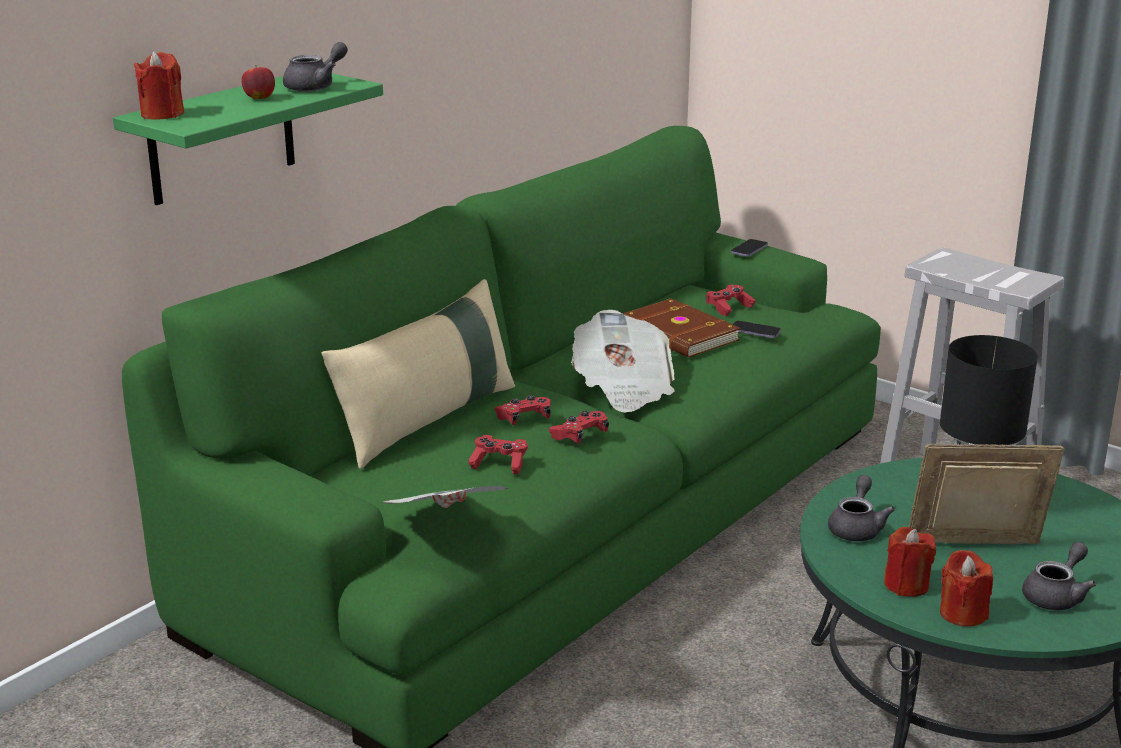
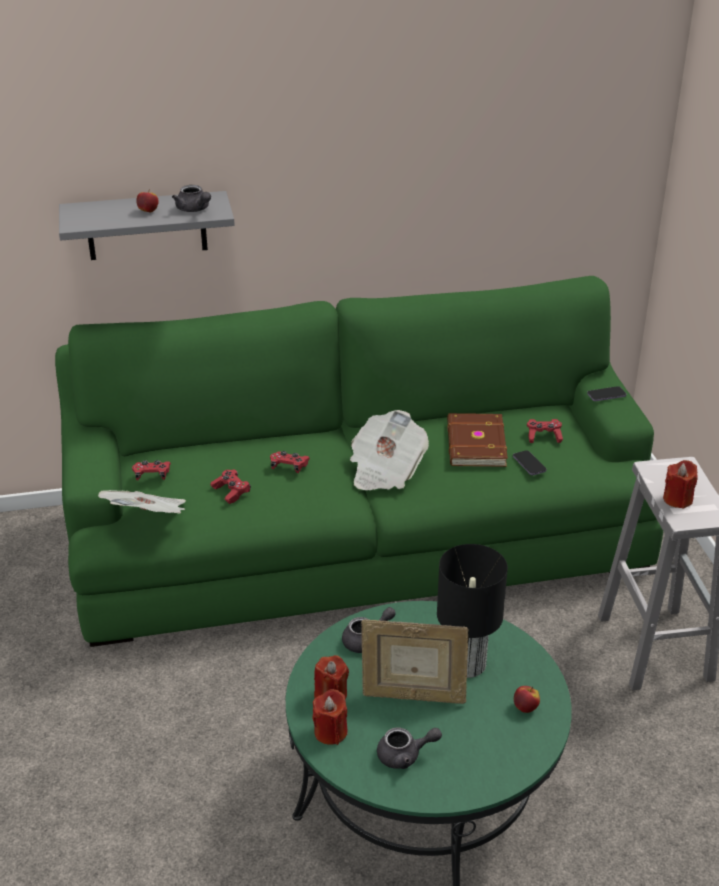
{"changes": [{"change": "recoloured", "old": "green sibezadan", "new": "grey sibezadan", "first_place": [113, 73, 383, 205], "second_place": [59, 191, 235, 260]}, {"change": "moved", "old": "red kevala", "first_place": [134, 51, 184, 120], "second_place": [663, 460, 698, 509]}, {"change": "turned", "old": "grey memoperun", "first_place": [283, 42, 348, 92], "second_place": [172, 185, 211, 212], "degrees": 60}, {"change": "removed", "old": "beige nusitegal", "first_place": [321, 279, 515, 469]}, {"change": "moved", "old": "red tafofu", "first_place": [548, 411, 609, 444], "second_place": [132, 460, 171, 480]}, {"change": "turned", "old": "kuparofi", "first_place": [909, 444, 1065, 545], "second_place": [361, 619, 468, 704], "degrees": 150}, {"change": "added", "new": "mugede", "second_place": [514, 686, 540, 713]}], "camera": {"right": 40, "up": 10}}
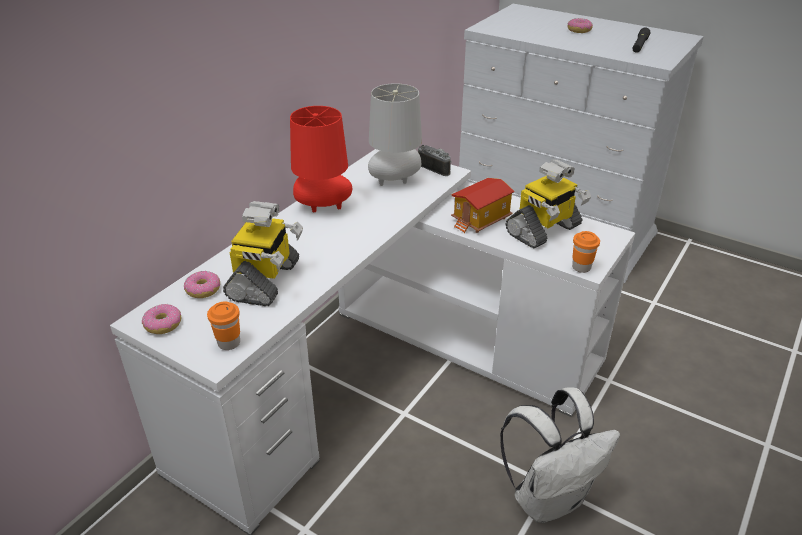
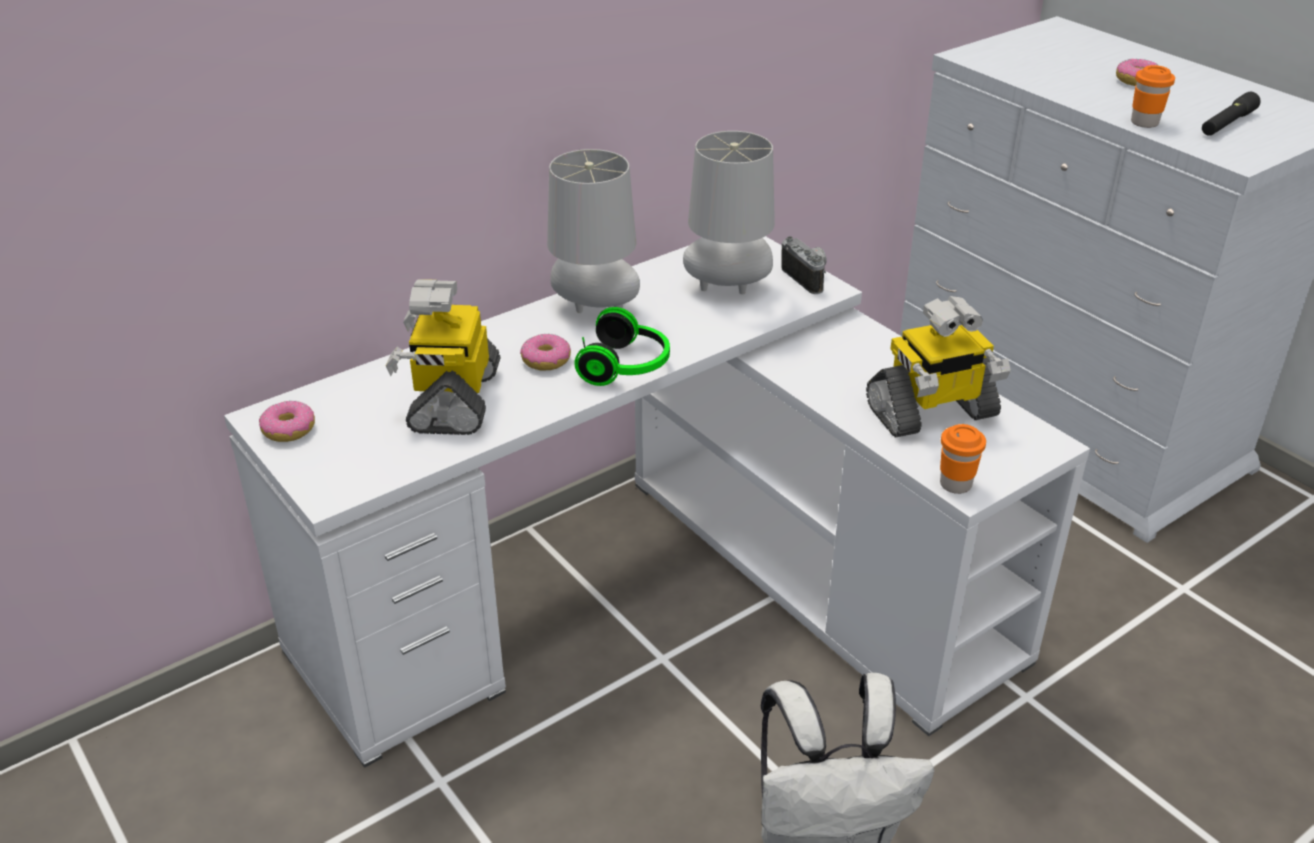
{"changes": [{"change": "moved", "old": "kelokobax", "first_place": [184, 270, 220, 298], "second_place": [520, 334, 571, 371]}, {"change": "moved", "old": "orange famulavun", "first_place": [207, 301, 240, 350], "second_place": [1131, 65, 1175, 128]}, {"change": "turned", "old": "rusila", "first_place": [223, 201, 303, 306], "second_place": [386, 279, 500, 435], "degrees": 150}, {"change": "recoloured", "old": "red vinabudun", "new": "grey vinabudun", "first_place": [290, 106, 352, 212], "second_place": [547, 149, 640, 313]}, {"change": "removed", "old": "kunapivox", "first_place": [451, 178, 515, 233]}, {"change": "added", "new": "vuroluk", "second_place": [574, 307, 670, 386]}], "camera": {"right": 20, "up": 0}}
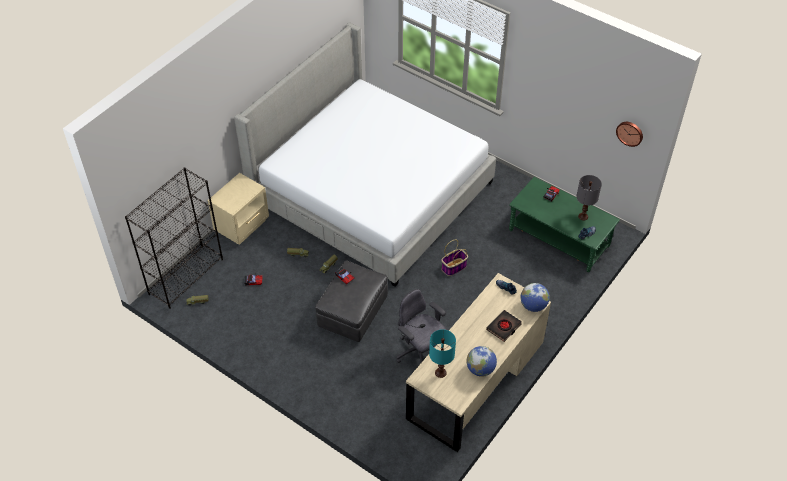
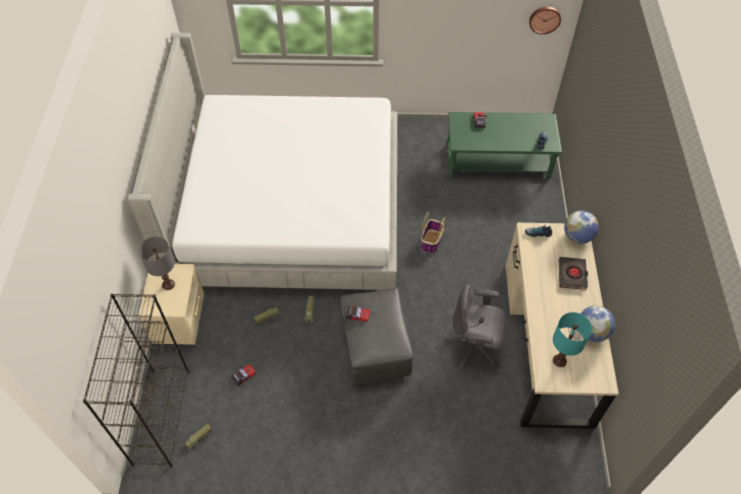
{"changes": [{"change": "moved", "old": "grey vinabudun", "first_place": [576, 175, 602, 221], "second_place": [139, 236, 175, 290]}], "camera": {"right": -35, "up": 5}}
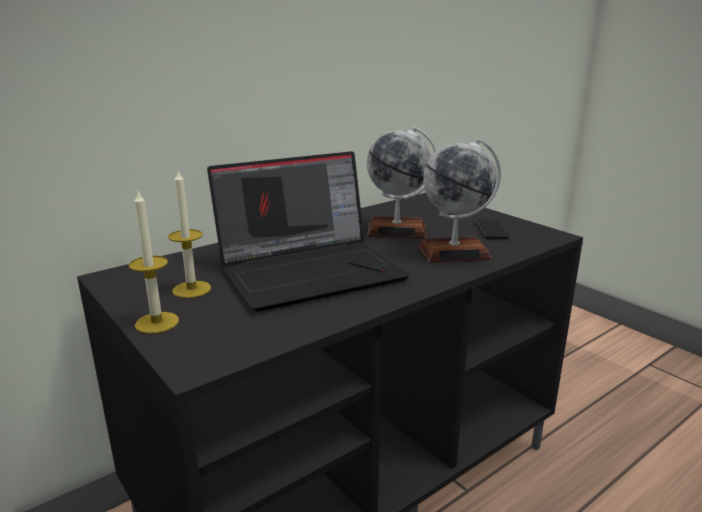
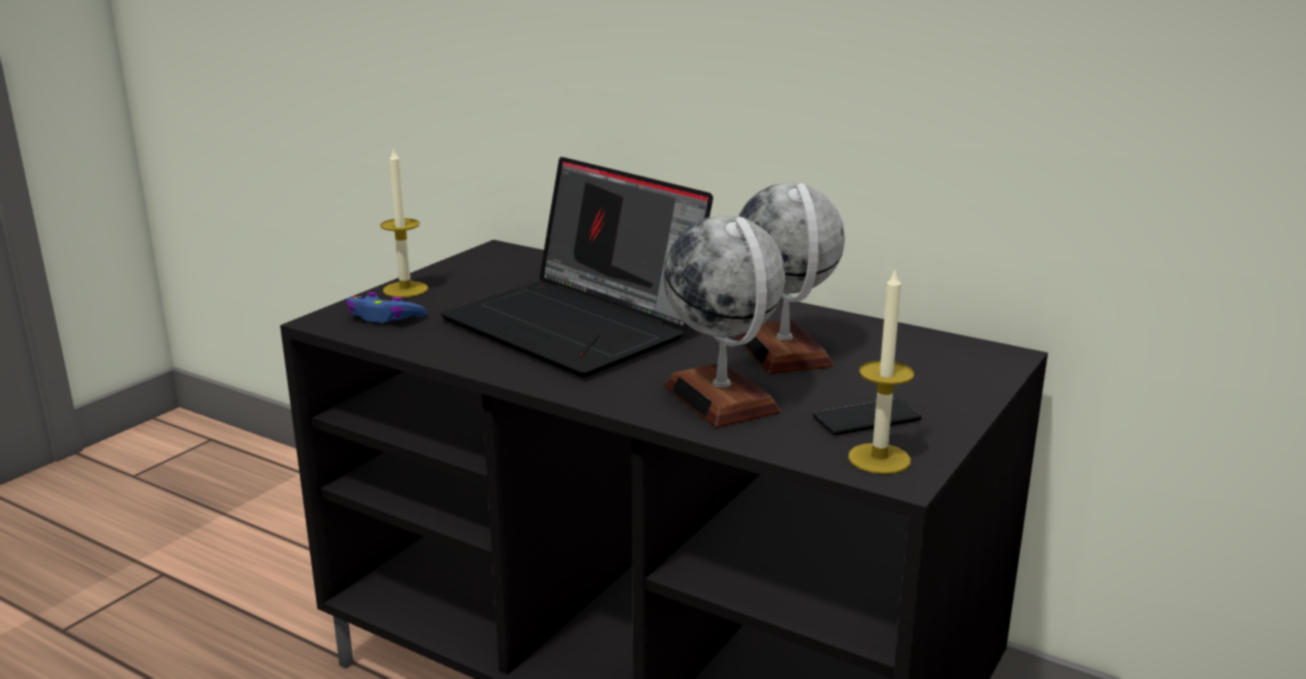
{"changes": [{"change": "moved", "old": "kevala", "first_place": [168, 171, 211, 298], "second_place": [848, 267, 914, 474]}, {"change": "added", "new": "blue tafofu", "second_place": [346, 293, 427, 323]}], "camera": {"right": 70, "up": 0}}
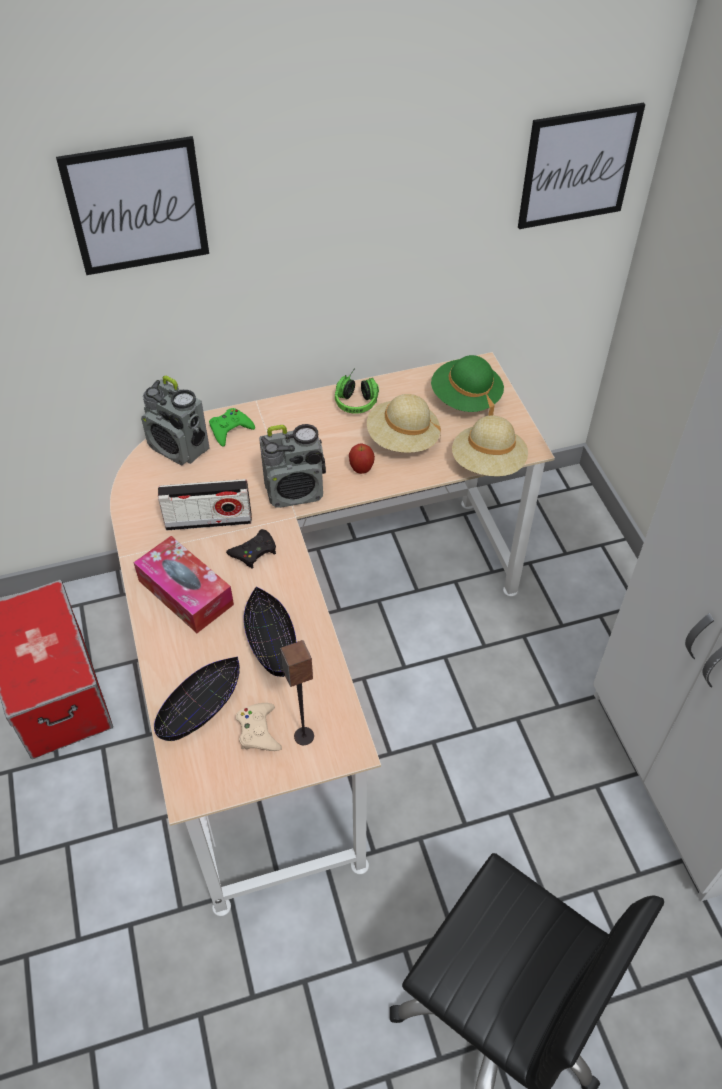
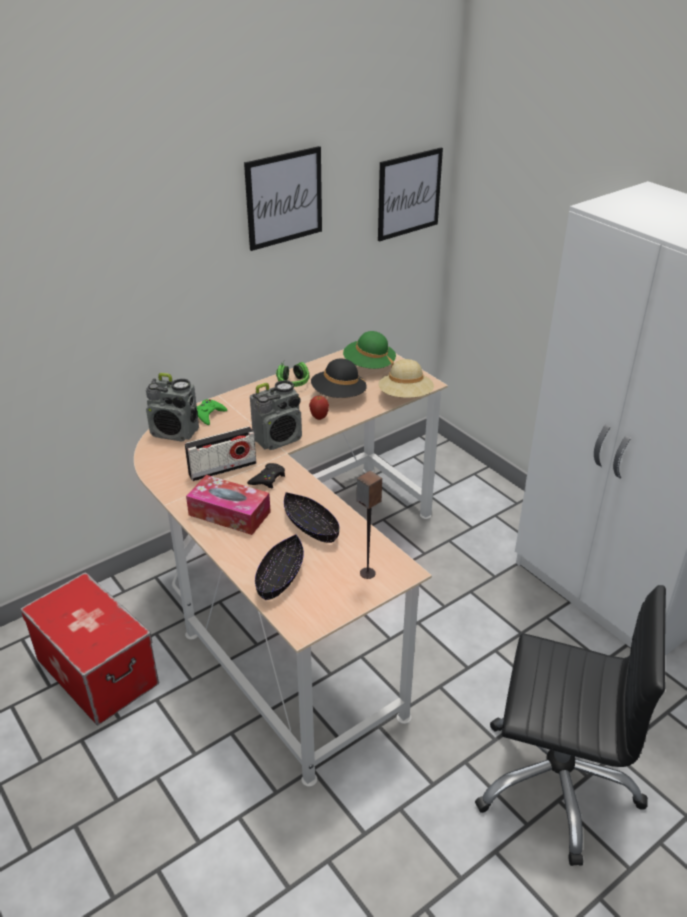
{"changes": [{"change": "moved", "old": "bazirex", "first_place": [56, 136, 209, 275], "second_place": [244, 146, 322, 251]}, {"change": "removed", "old": "beige tafofu", "first_place": [236, 703, 282, 751]}, {"change": "recoloured", "old": "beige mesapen", "new": "black mesapen", "first_place": [367, 394, 441, 453], "second_place": [311, 359, 367, 398]}], "camera": {"right": -20, "up": -15}}
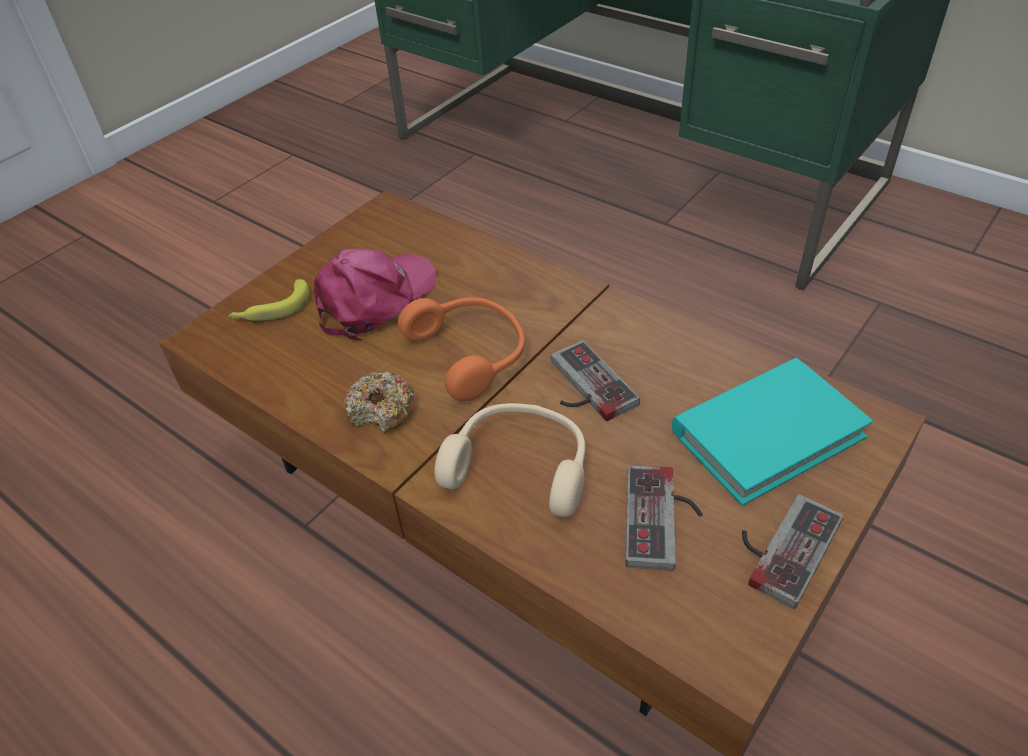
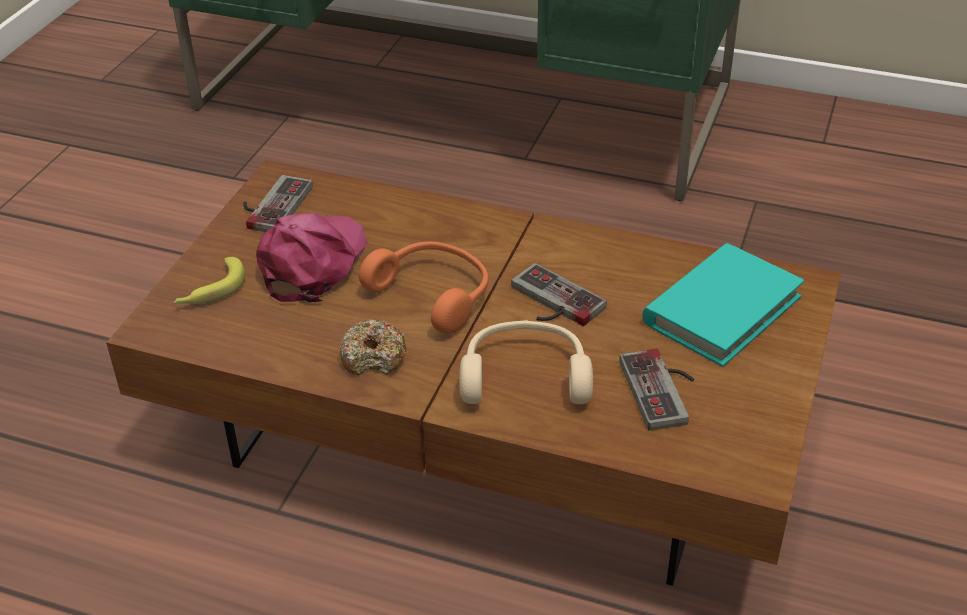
{"changes": [{"change": "moved", "old": "tafofu", "first_place": [742, 494, 843, 609], "second_place": [244, 175, 313, 232]}], "camera": {"right": -20, "up": -5}}
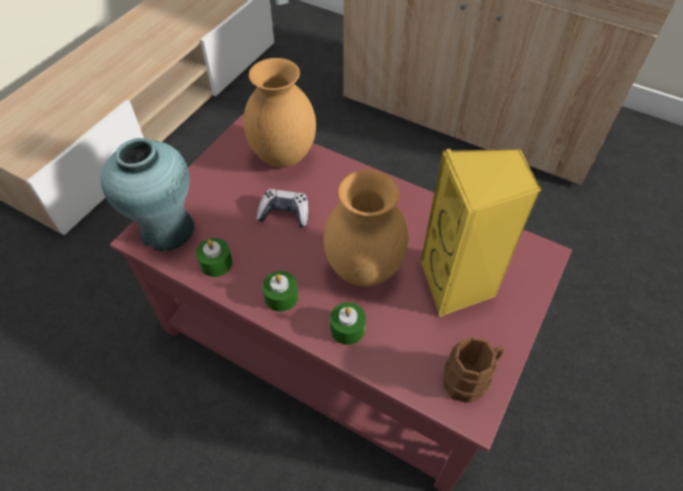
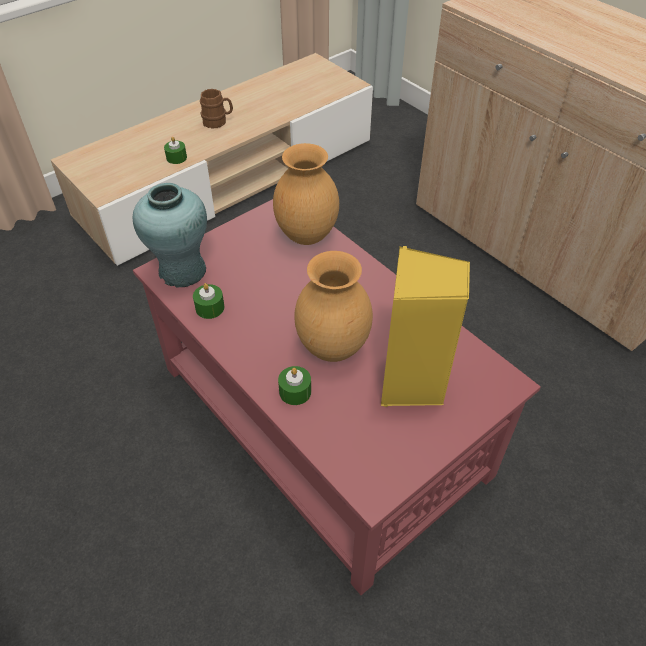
{"changes": [{"change": "removed", "old": "tafofu", "first_place": [256, 189, 309, 227]}, {"change": "moved", "old": "green kevala", "first_place": [262, 271, 298, 312], "second_place": [164, 137, 187, 164]}, {"change": "moved", "old": "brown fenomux", "first_place": [443, 338, 504, 403], "second_place": [200, 89, 233, 129]}], "camera": {"right": 20, "up": -5}}
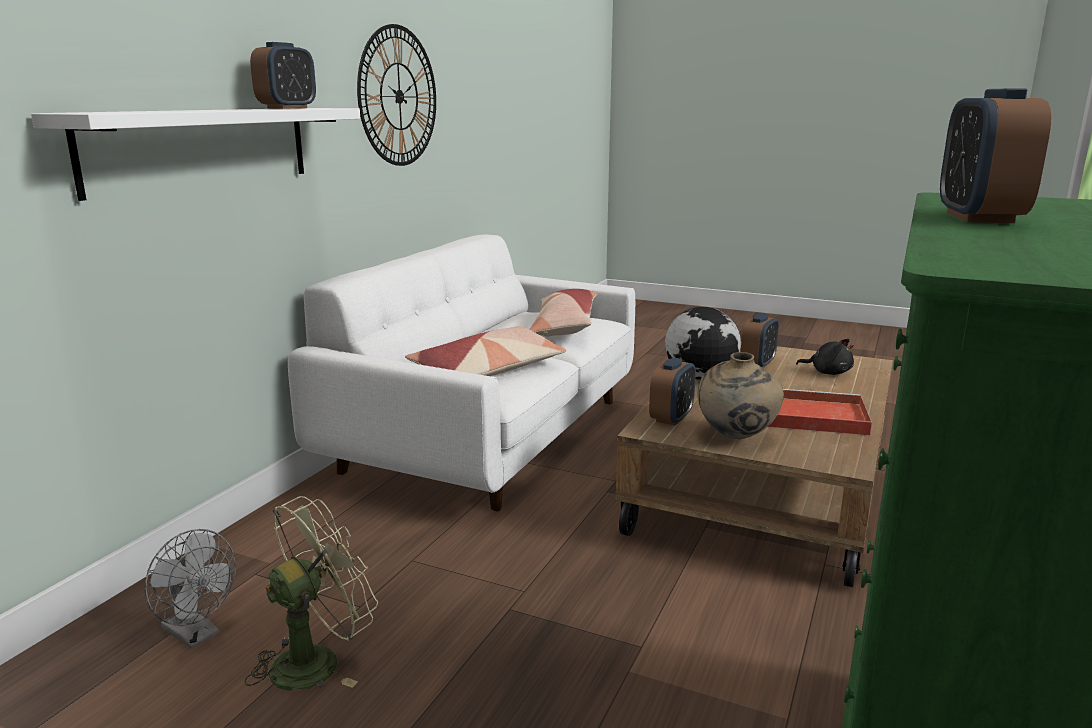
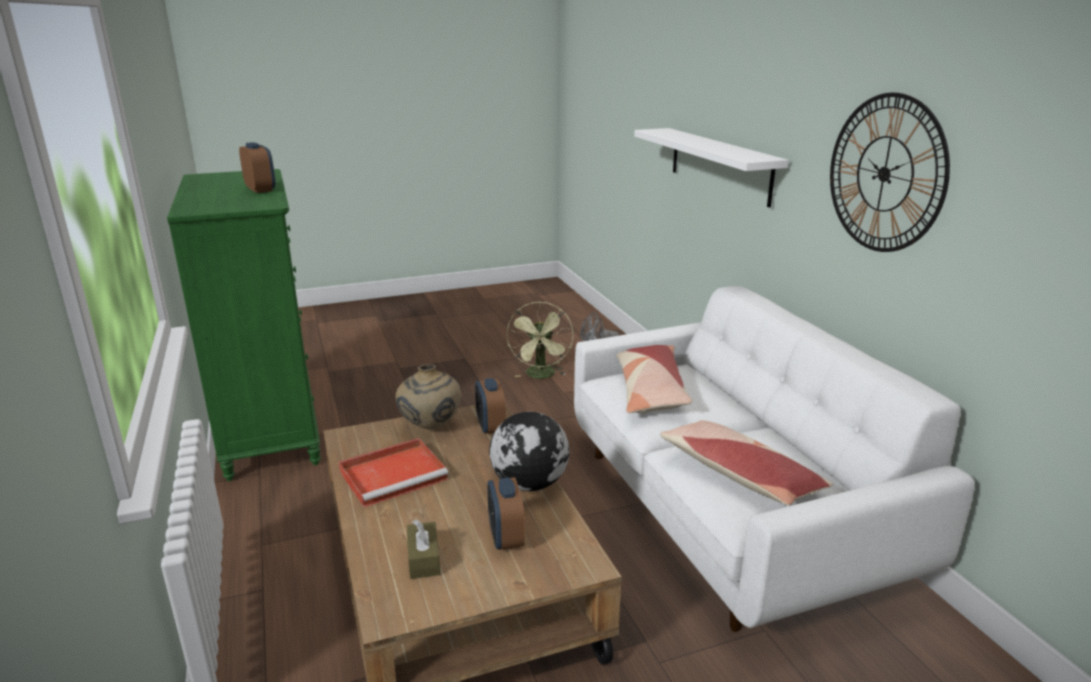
{"changes": [{"change": "removed", "old": "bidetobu", "first_place": [250, 42, 316, 109]}, {"change": "replaced", "old": "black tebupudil", "new": "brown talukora", "first_place": [796, 339, 854, 375], "second_place": [407, 520, 440, 579]}], "camera": {"right": 135, "up": 5}}
